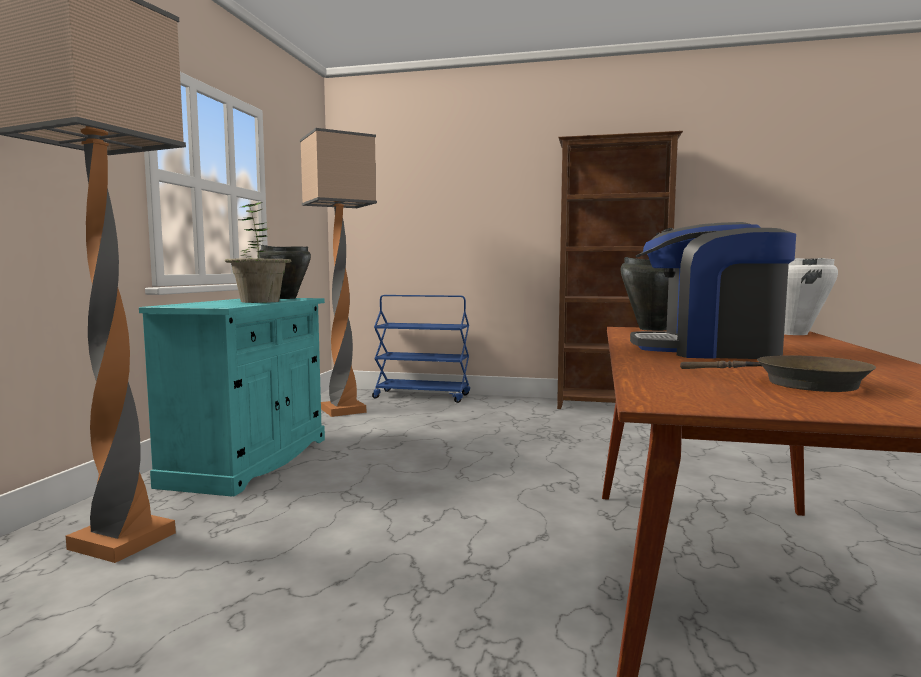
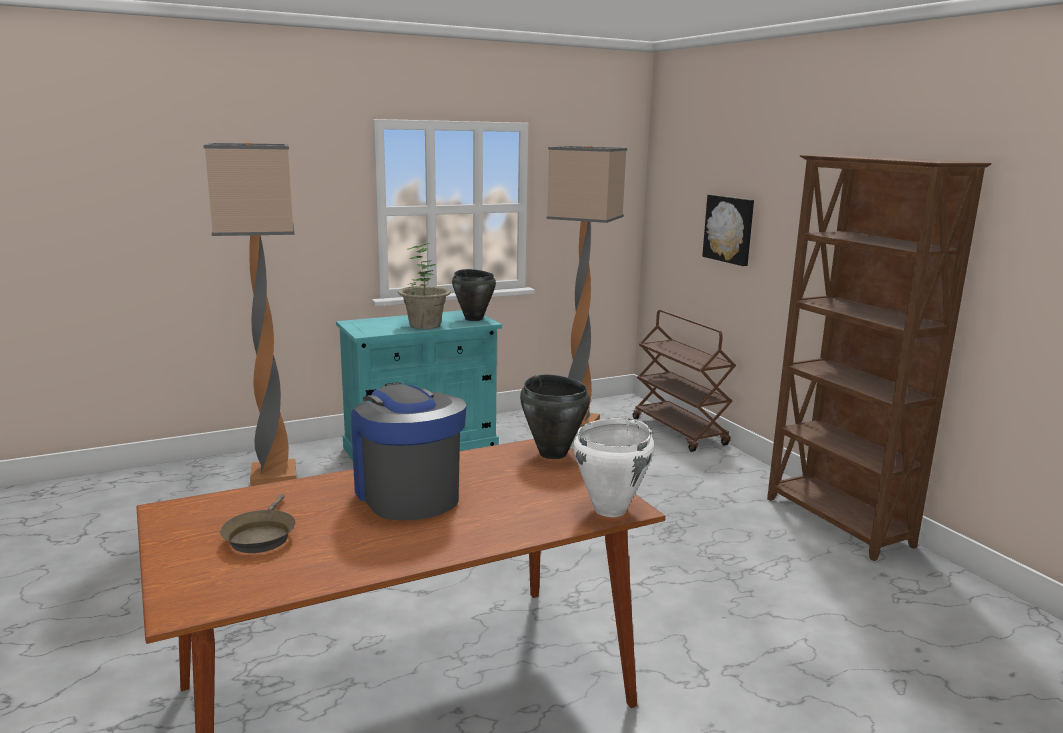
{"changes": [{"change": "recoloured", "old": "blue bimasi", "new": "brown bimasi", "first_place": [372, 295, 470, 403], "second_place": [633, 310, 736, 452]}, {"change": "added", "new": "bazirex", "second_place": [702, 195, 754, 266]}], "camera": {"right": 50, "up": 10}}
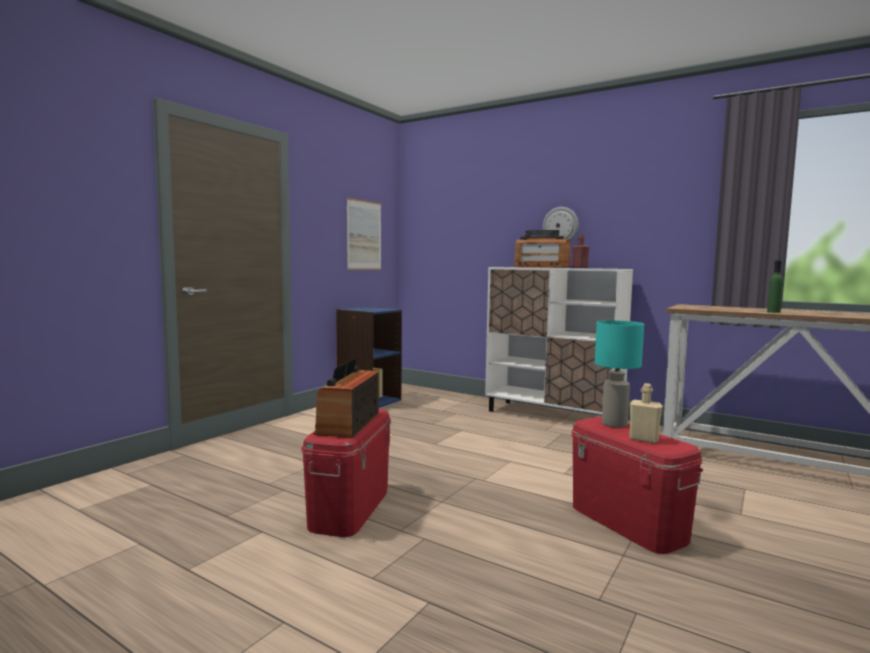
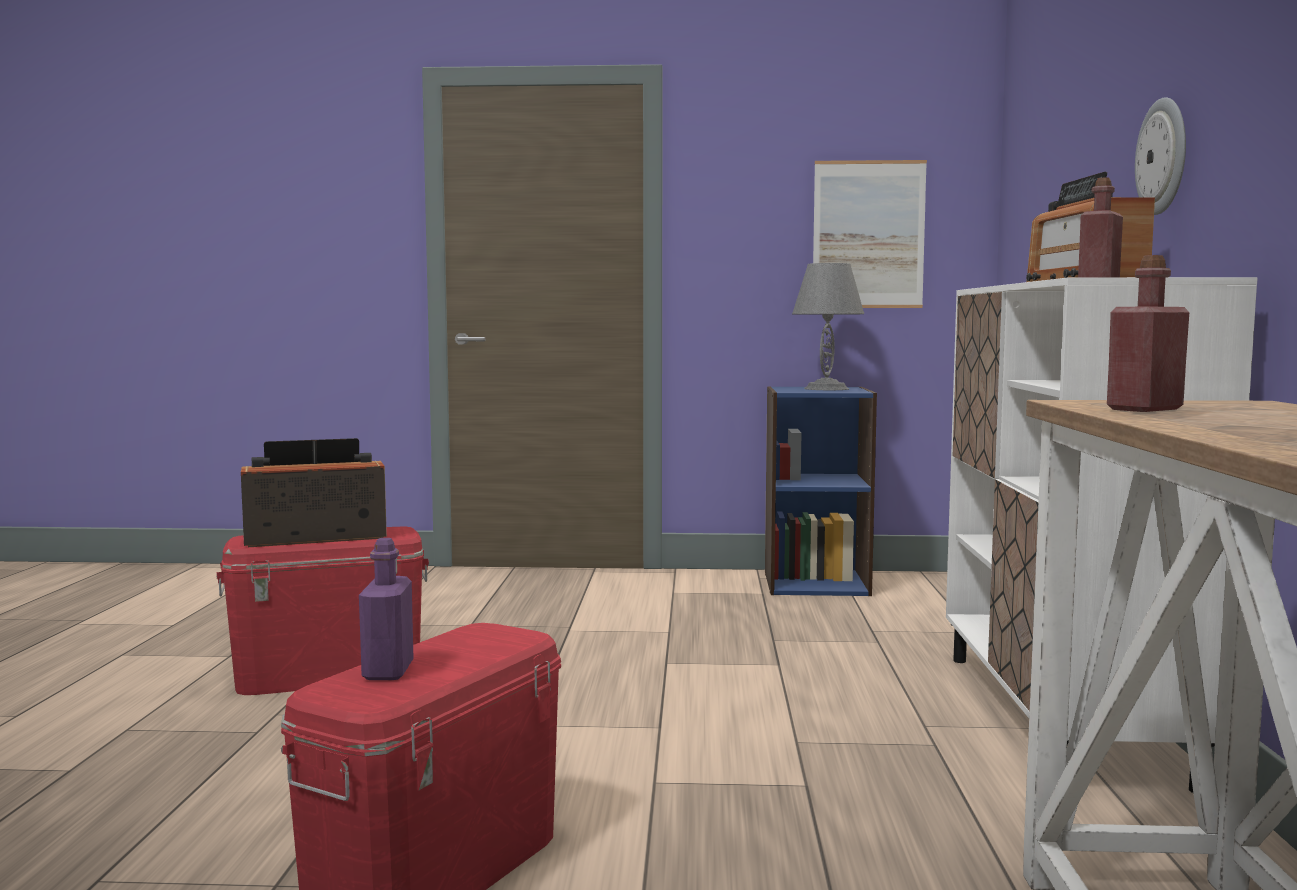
{"changes": [{"change": "removed", "old": "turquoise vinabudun", "first_place": [595, 320, 644, 428]}, {"change": "recoloured", "old": "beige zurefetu", "new": "purple zurefetu", "first_place": [629, 383, 663, 443], "second_place": [359, 538, 414, 680]}, {"change": "removed", "old": "green zurefetu", "first_place": [767, 261, 783, 313]}, {"change": "added", "new": "grey vinabudun", "second_place": [792, 263, 864, 390]}, {"change": "added", "new": "red zurefetu", "second_place": [1107, 255, 1189, 412]}], "camera": {"right": 60, "up": 0}}
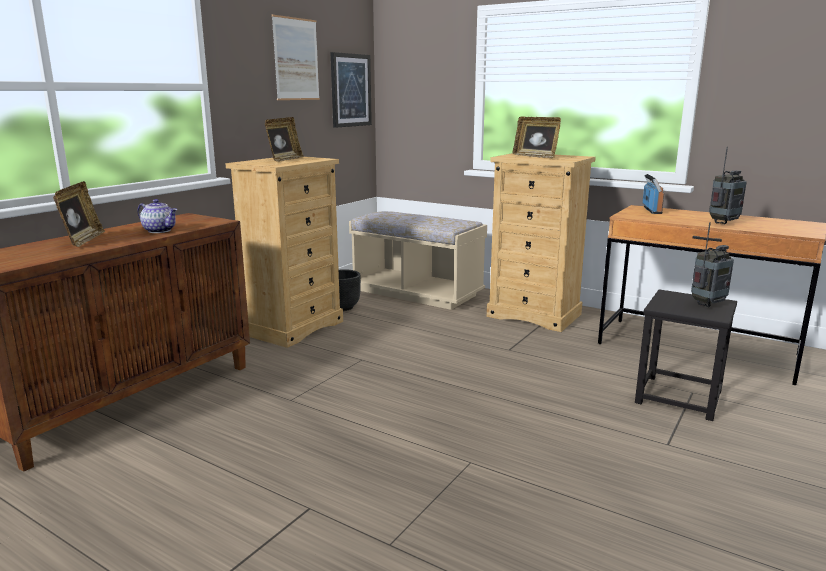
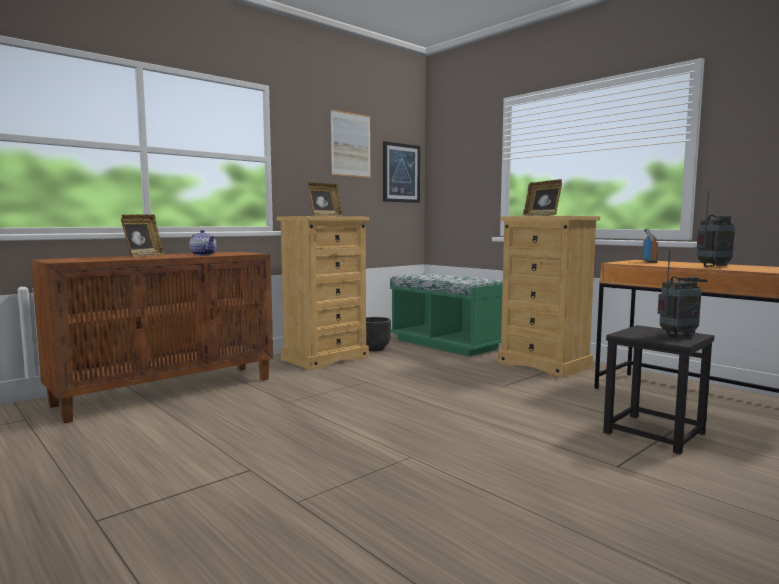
{"changes": [{"change": "recoloured", "old": "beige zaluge", "new": "green zaluge", "first_place": [349, 211, 487, 310], "second_place": [390, 273, 503, 356]}], "camera": {"right": 15, "up": -10}}
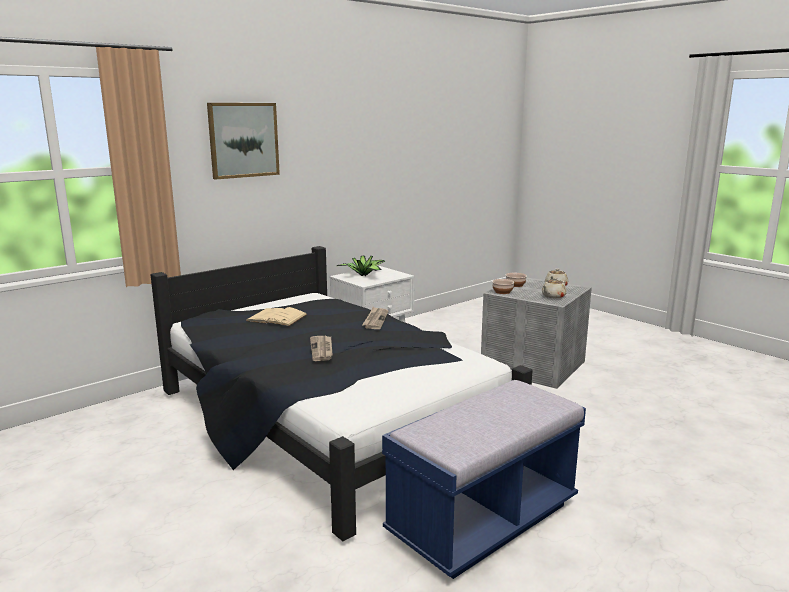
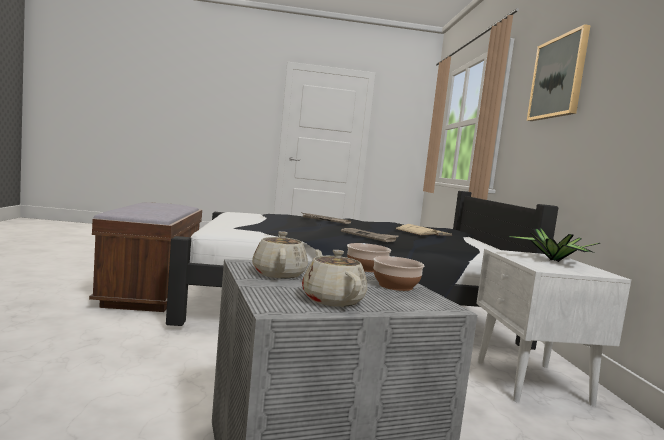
{"changes": [{"change": "recoloured", "old": "blue zaluge", "new": "brown zaluge", "first_place": [382, 380, 586, 579], "second_place": [89, 202, 202, 312]}], "camera": {"right": 125, "up": -10}}
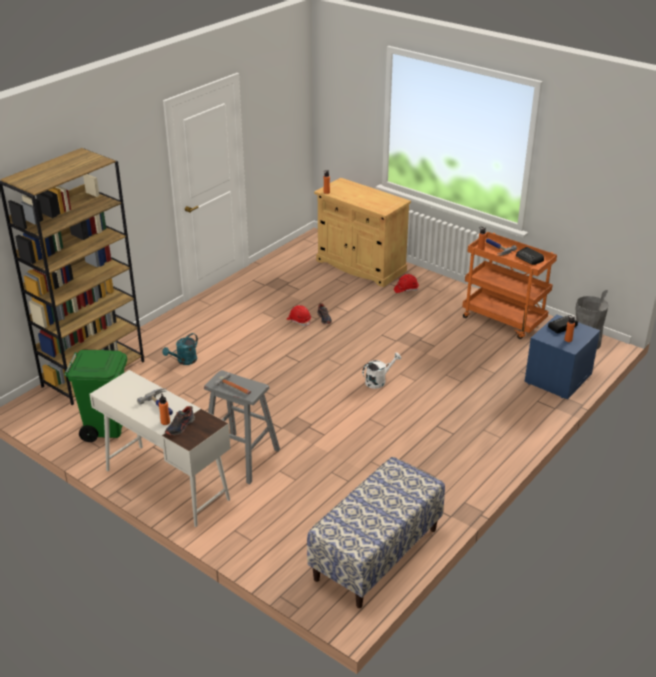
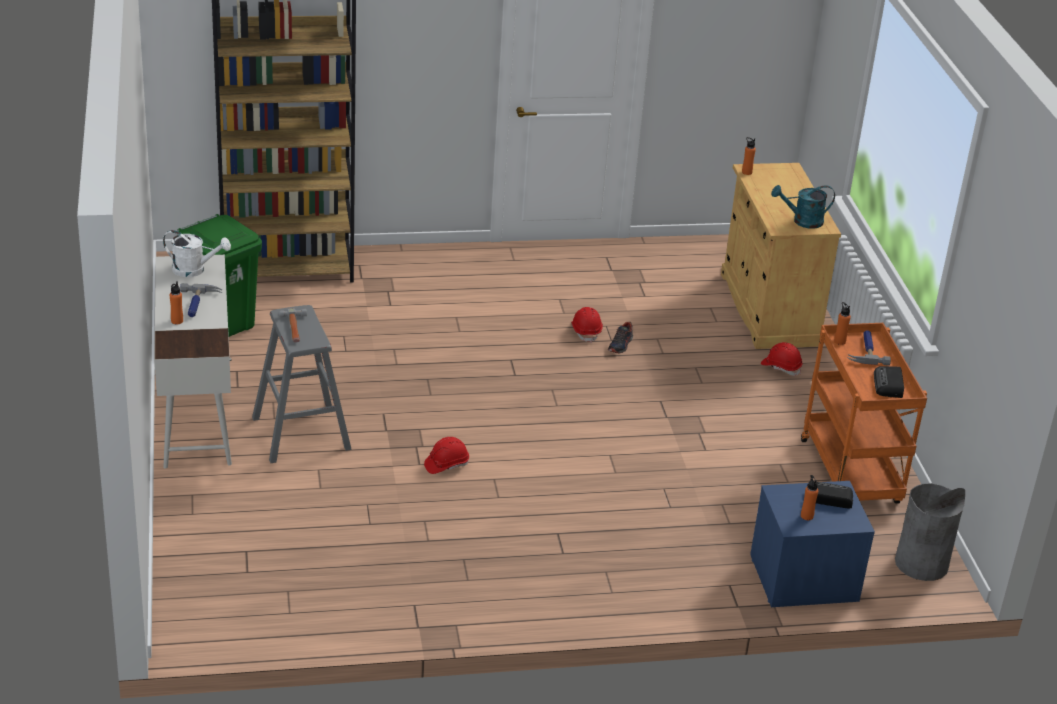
{"changes": [{"change": "moved", "old": "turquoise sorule", "first_place": [162, 333, 198, 365], "second_place": [771, 185, 835, 229]}, {"change": "removed", "old": "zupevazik", "first_place": [165, 406, 195, 436]}, {"change": "removed", "old": "zaluge", "first_place": [307, 457, 445, 608]}, {"change": "moved", "old": "white sorule", "first_place": [362, 352, 401, 389], "second_place": [163, 230, 231, 277]}, {"change": "added", "new": "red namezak", "second_place": [424, 437, 469, 474]}], "camera": {"right": 40, "up": 0}}
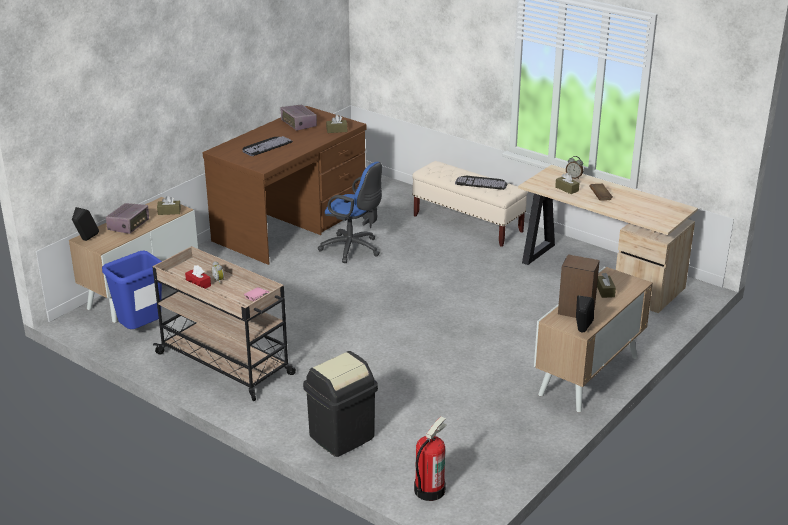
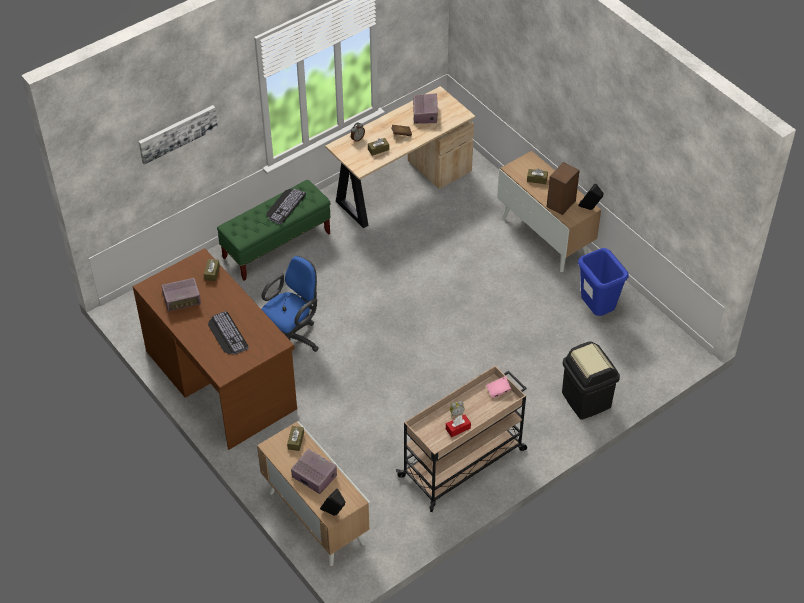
{"changes": [{"change": "moved", "old": "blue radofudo", "first_place": [102, 251, 162, 329], "second_place": [578, 248, 629, 316]}, {"change": "recoloured", "old": "beige zaluge", "new": "green zaluge", "first_place": [412, 161, 528, 247], "second_place": [217, 180, 331, 281]}, {"change": "removed", "old": "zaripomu", "first_place": [414, 417, 446, 501]}, {"change": "added", "new": "bazirex", "second_place": [138, 105, 218, 165]}, {"change": "added", "new": "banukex", "second_place": [413, 93, 438, 124]}], "camera": {"right": -75, "up": 20}}
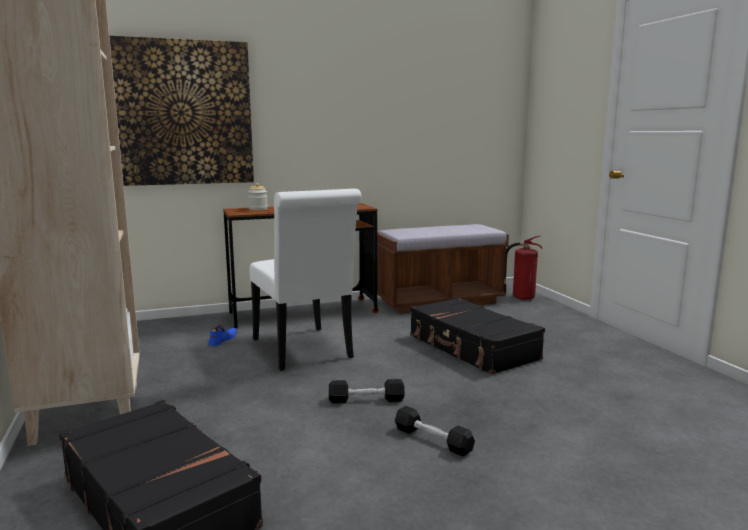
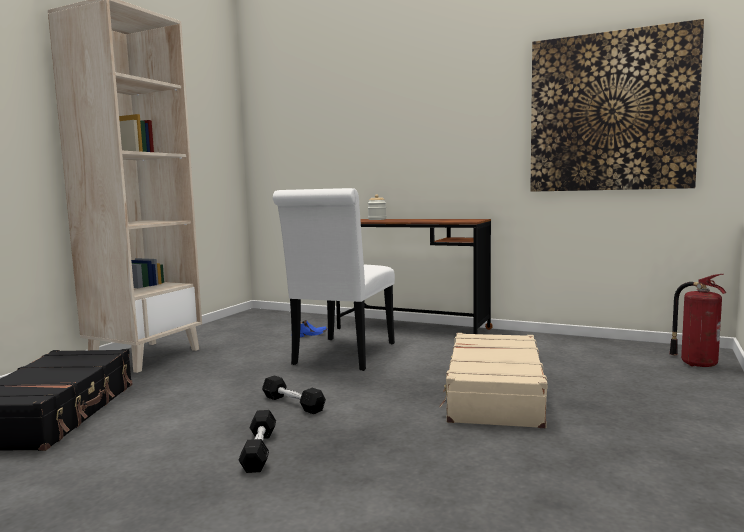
{"changes": [{"change": "moved", "old": "bazirex", "first_place": [109, 36, 254, 186], "second_place": [530, 19, 704, 192]}, {"change": "removed", "old": "brown zaluge", "first_place": [377, 224, 509, 314]}, {"change": "recoloured", "old": "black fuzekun", "new": "beige fuzekun", "first_place": [410, 297, 545, 375], "second_place": [440, 333, 548, 428]}], "camera": {"right": 45, "up": -5}}
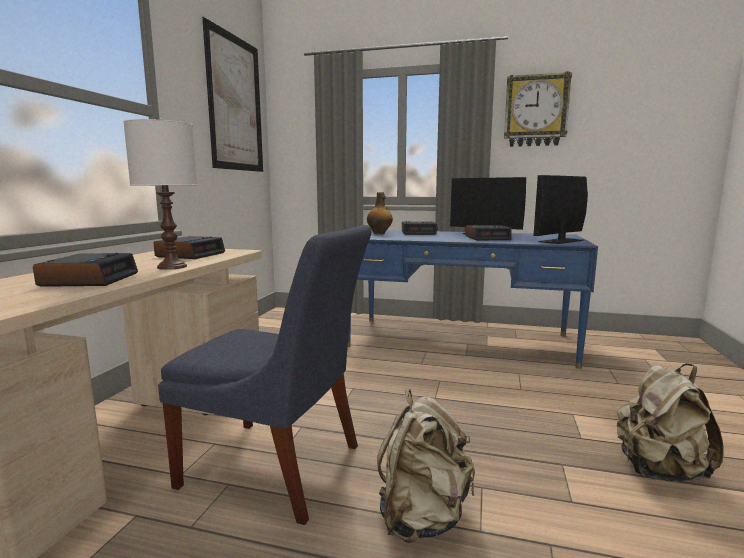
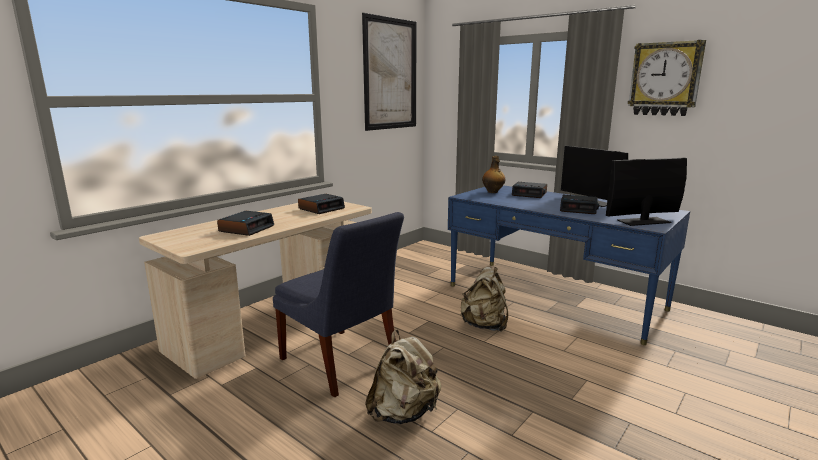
{"changes": [{"change": "removed", "old": "white vinabudun", "first_place": [123, 118, 198, 270]}, {"change": "moved", "old": "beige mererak", "first_place": [617, 364, 723, 482], "second_place": [460, 267, 508, 332]}], "camera": {"right": 25, "up": 5}}
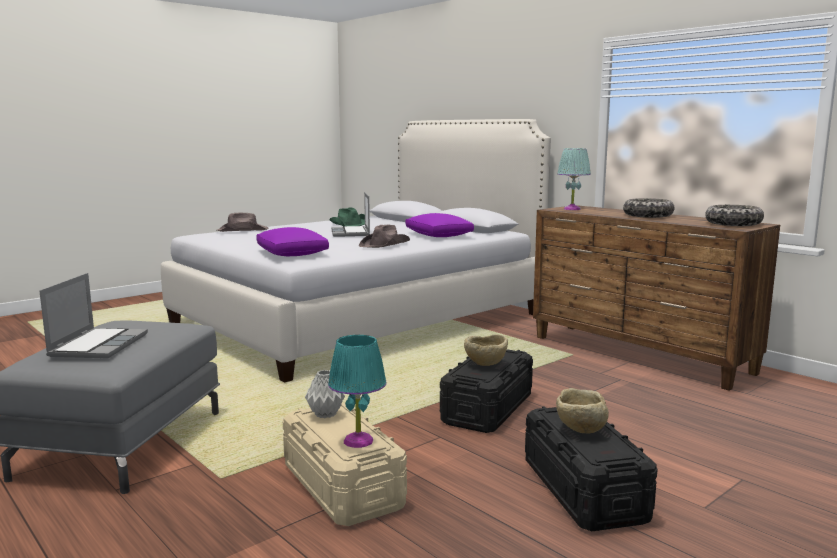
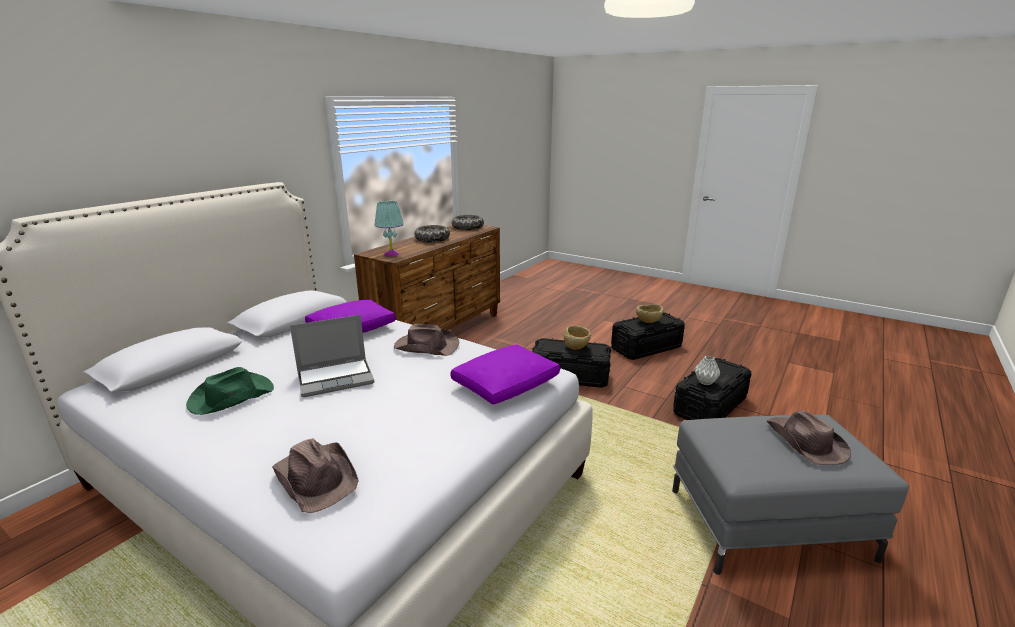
{"changes": [{"change": "replaced", "old": "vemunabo", "new": "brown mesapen", "first_place": [39, 273, 148, 358], "second_place": [767, 410, 851, 465]}, {"change": "recoloured", "old": "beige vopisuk", "new": "black vopisuk", "first_place": [283, 403, 407, 526], "second_place": [673, 358, 751, 420]}, {"change": "removed", "old": "turquoise vinabudun", "first_place": [328, 335, 386, 448]}], "camera": {"right": -105, "up": 10}}
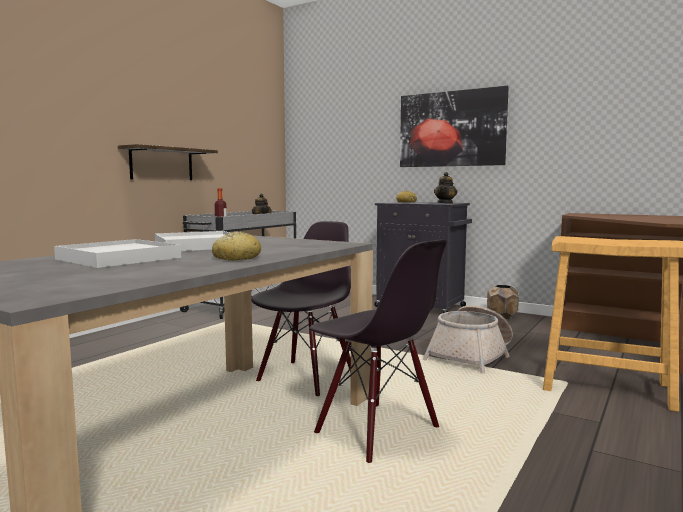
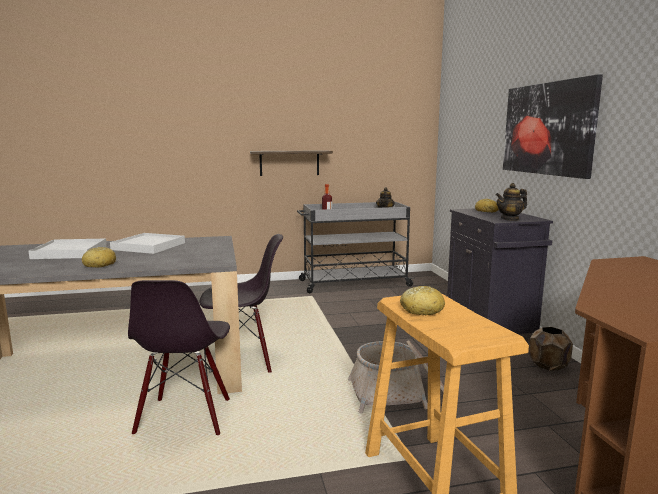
{"changes": [{"change": "added", "new": "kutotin", "second_place": [400, 286, 445, 315]}], "camera": {"right": 45, "up": 5}}
